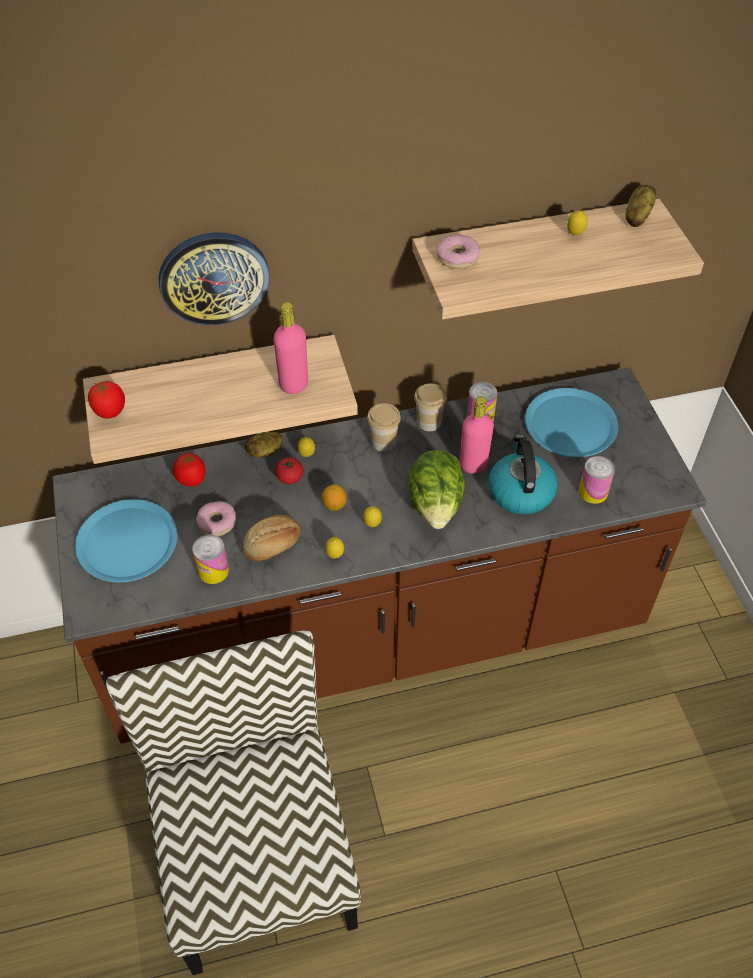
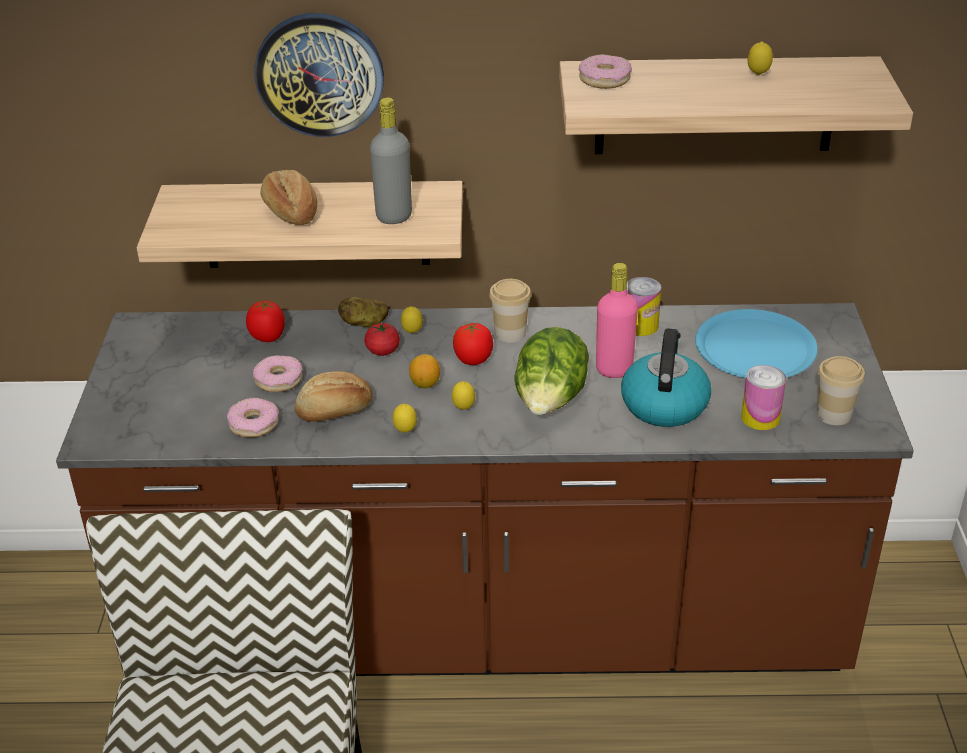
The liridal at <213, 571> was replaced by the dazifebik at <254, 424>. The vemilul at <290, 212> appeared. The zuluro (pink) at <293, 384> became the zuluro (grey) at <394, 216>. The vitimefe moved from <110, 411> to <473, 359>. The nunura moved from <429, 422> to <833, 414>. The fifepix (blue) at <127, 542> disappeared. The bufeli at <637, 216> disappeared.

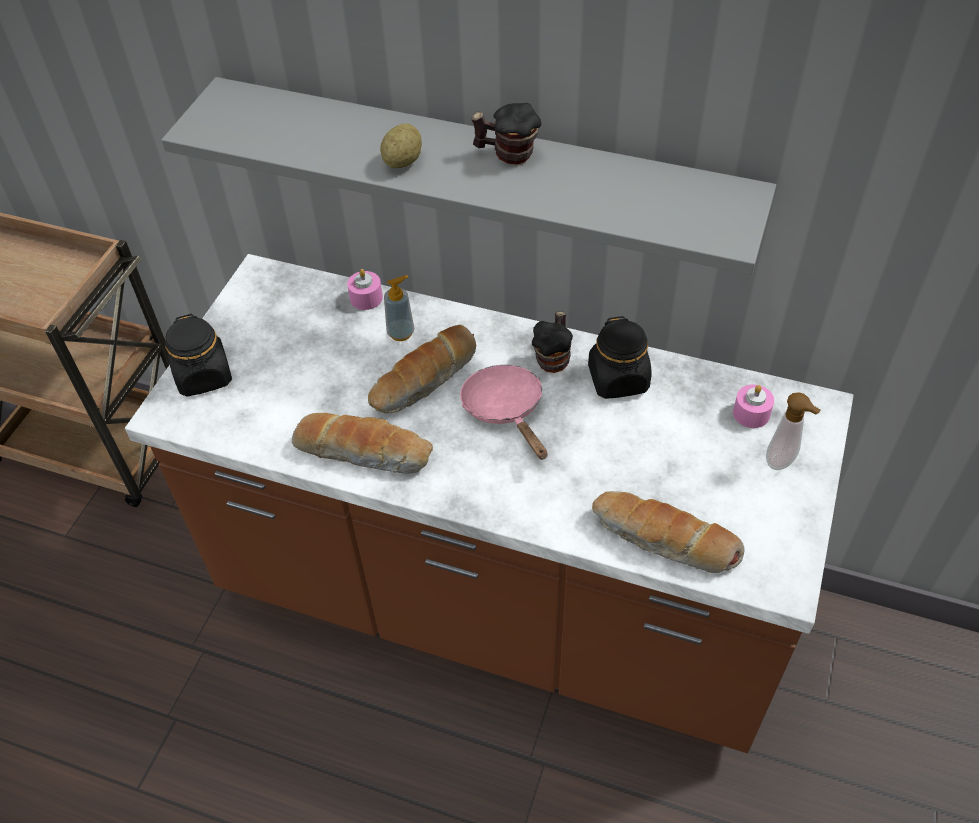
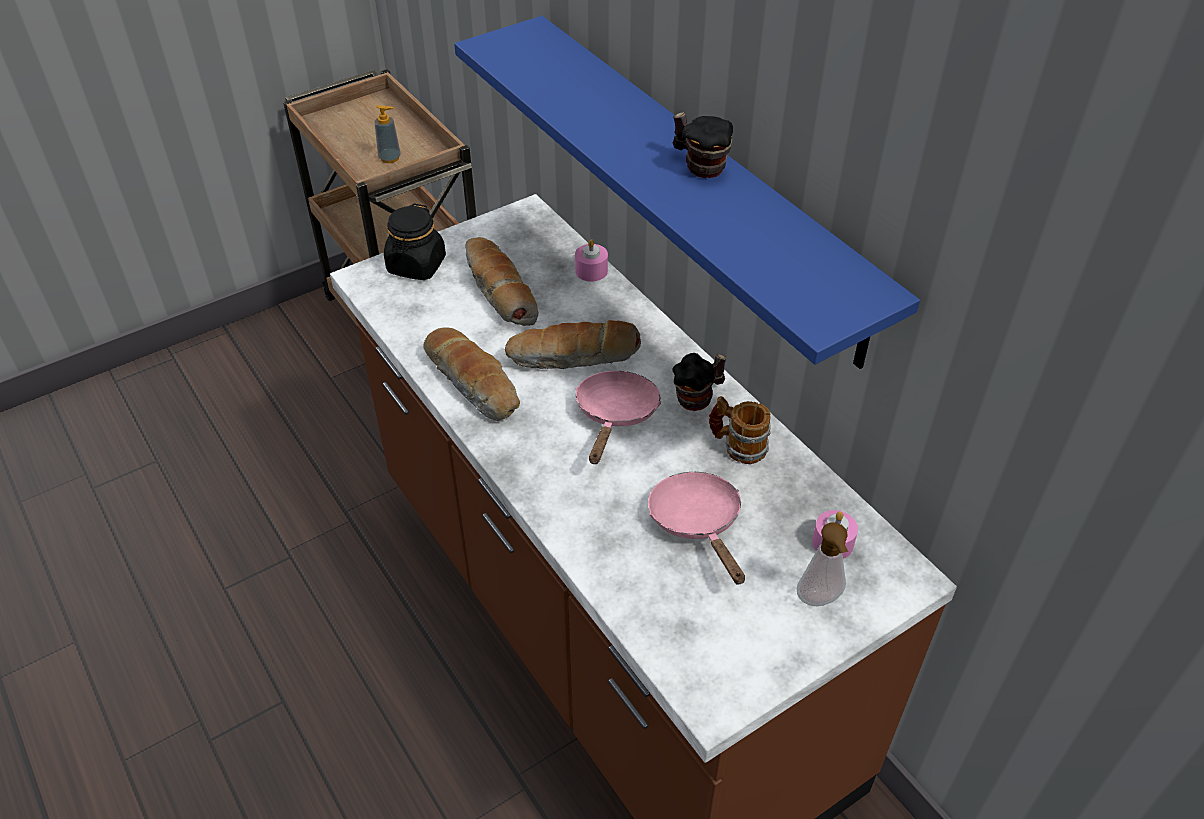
The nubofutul moved from <401, 333> to <390, 158>. The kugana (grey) at <480, 171> became the kugana (blue) at <698, 183>. The vemilul moved from <664, 541> to <498, 291>. The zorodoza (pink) at <698, 523> appeared. The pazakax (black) at <618, 379> was replaced by the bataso at <737, 445>. The bufeli at <403, 161> disappeared.

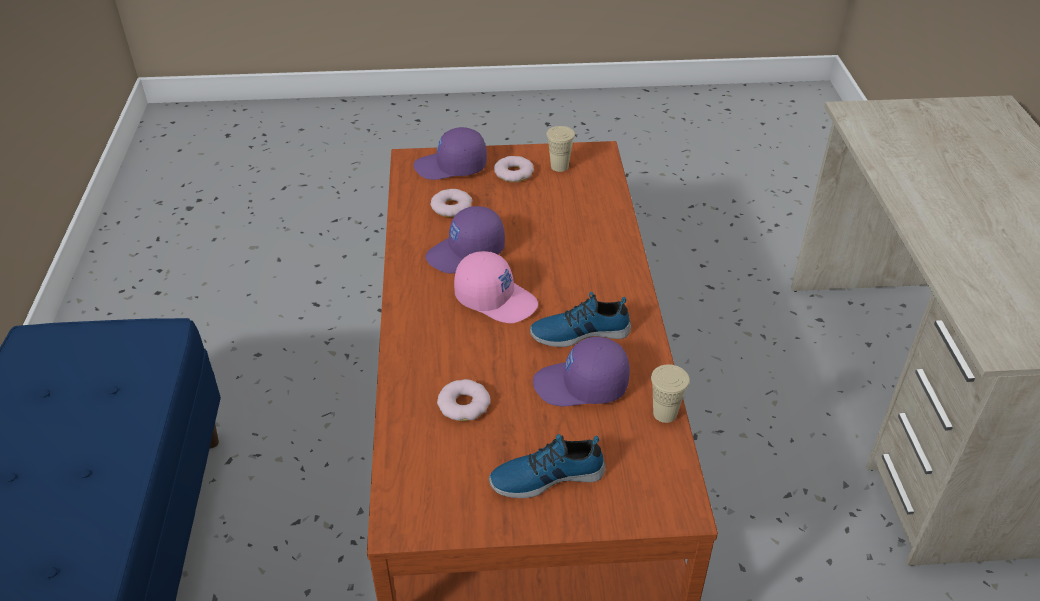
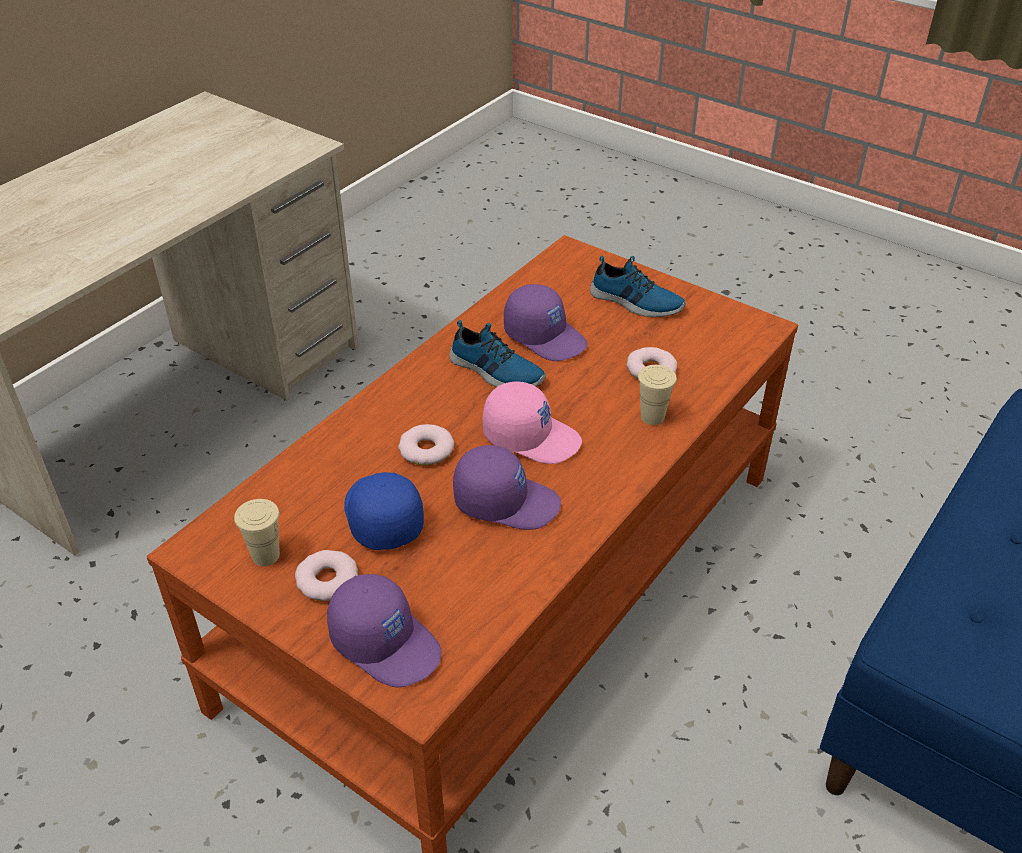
The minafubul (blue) at <381, 517> appeared. The dazifebik moved from <451, 207> to <426, 450>. The minafubul (pink) at <496, 299> turned 135 degrees clockwise. The nunura (beige) moved from <665, 413> to <652, 417>.

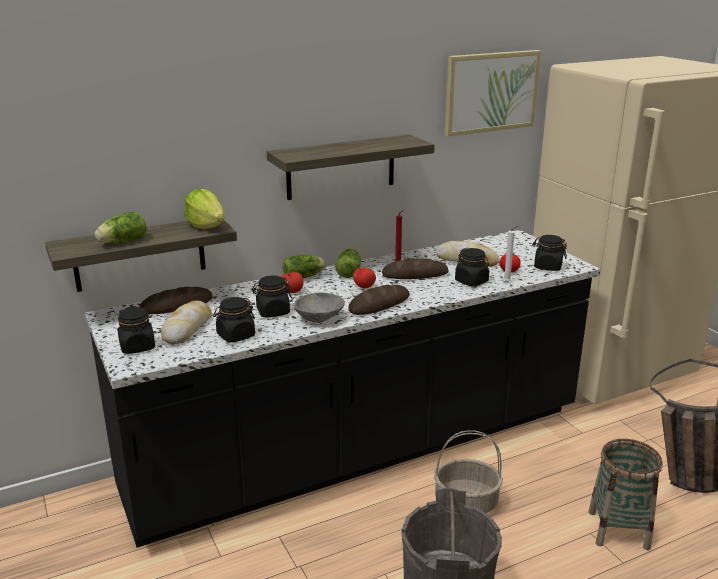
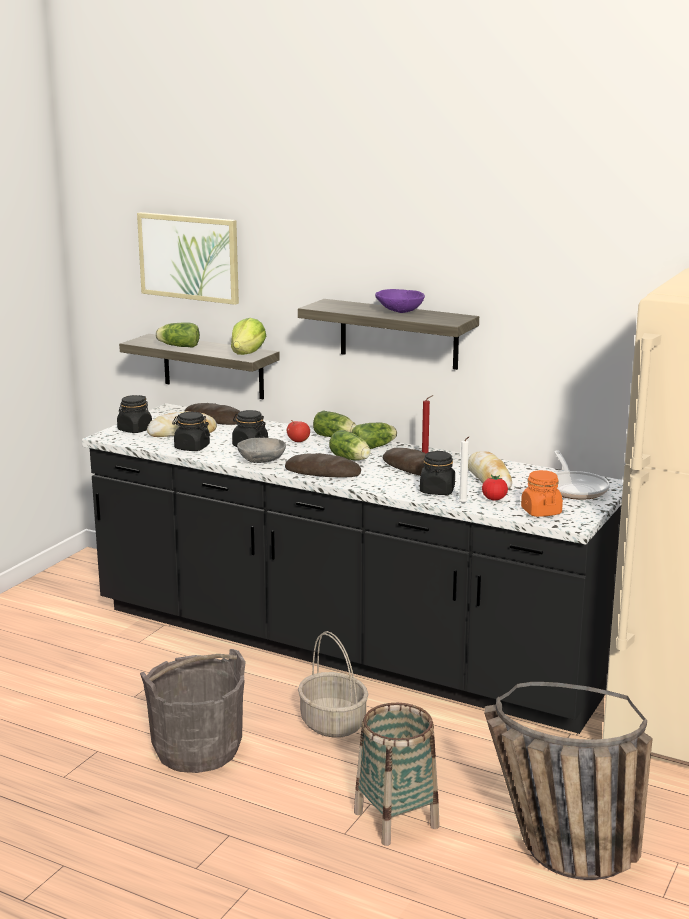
The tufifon moved from <490, 92> to <189, 257>. The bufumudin at <364, 287> was replaced by the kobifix at <351, 459>. The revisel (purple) at <399, 312> appeared. The pazakax (black) at <547, 267> became the pazakax (orange) at <541, 512>. The zorodoza at <575, 488> appeared.

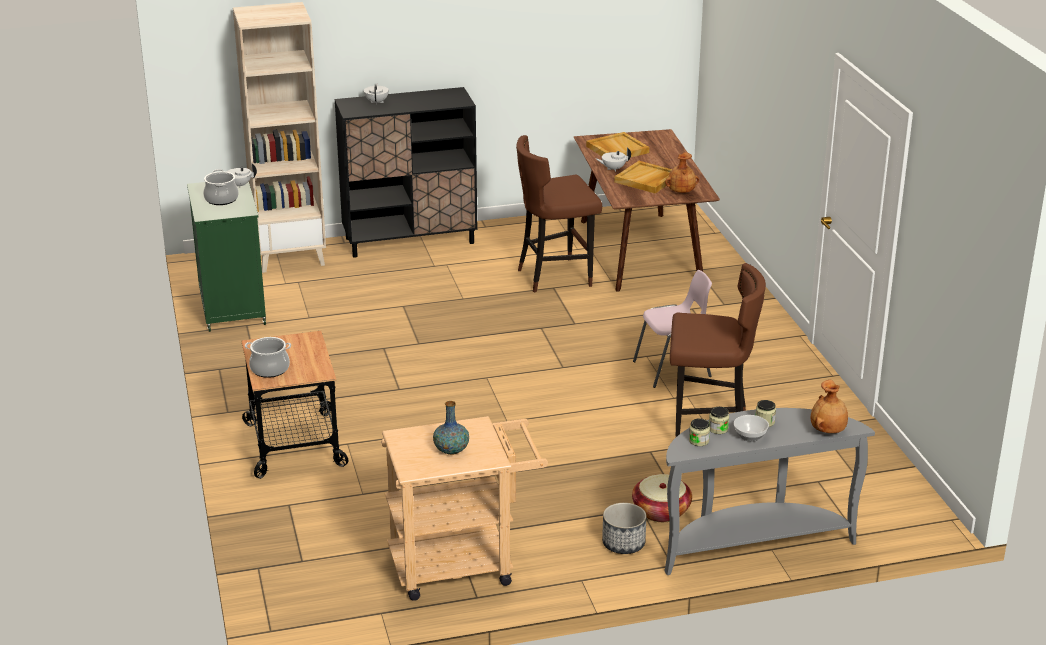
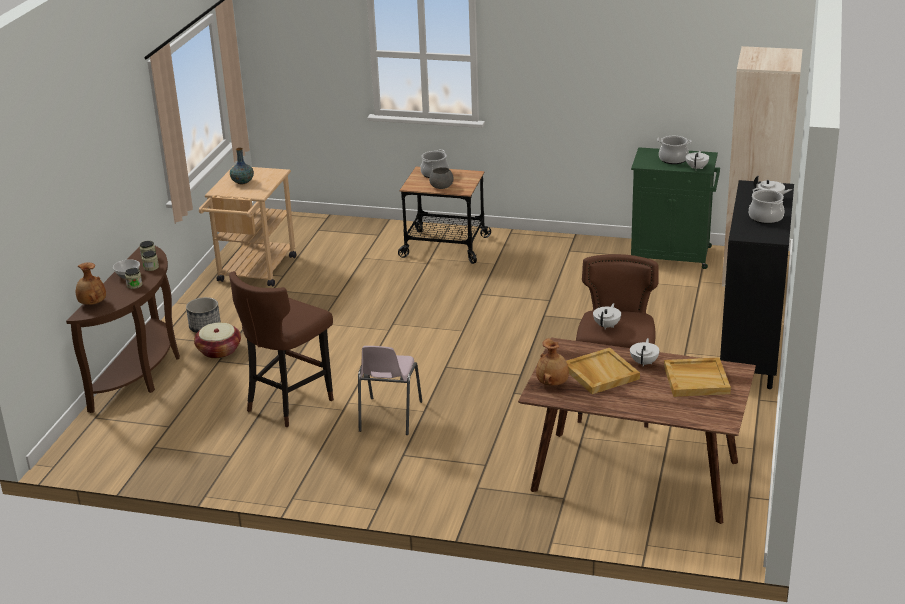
The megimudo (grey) at <752, 544> became the megimudo (brown) at <143, 372>. The revisel (grey) at <442, 186> appeared. The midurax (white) at <607, 326> appeared. The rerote at <766, 217> appeared.

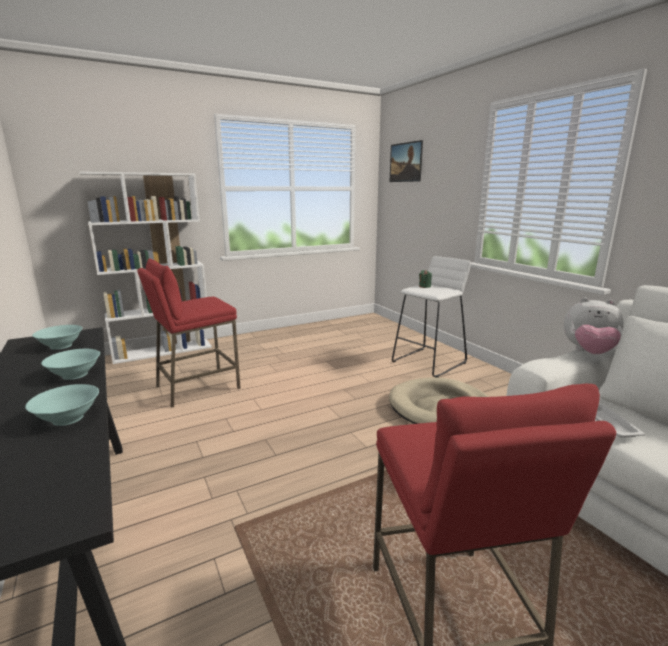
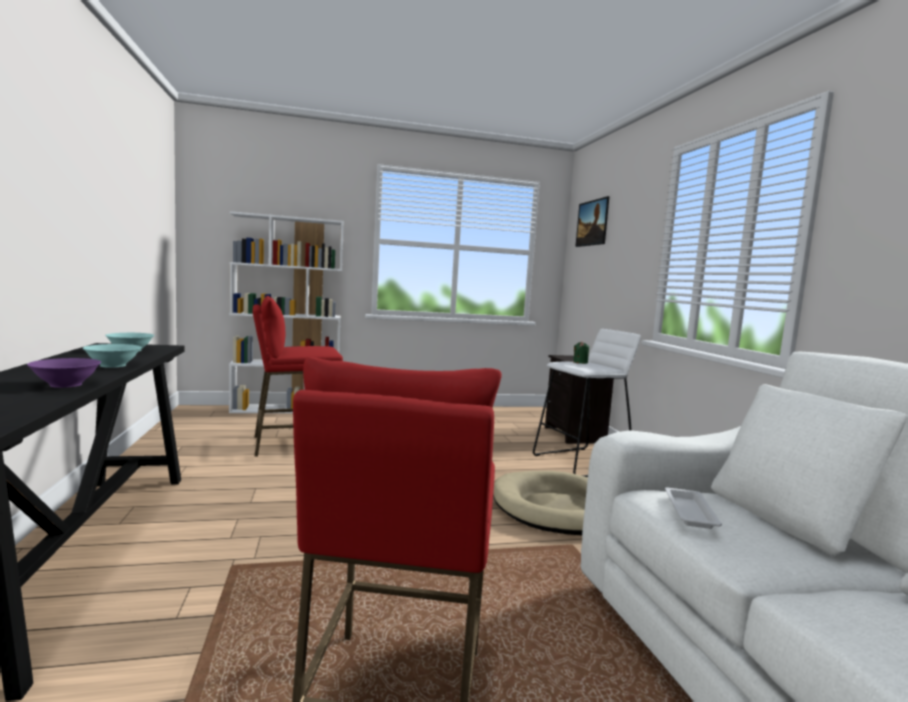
The revisel (turquoise) at <67, 418> became the revisel (purple) at <65, 384>. The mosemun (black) at <576, 435> appeared. The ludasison at <589, 353> disappeared.

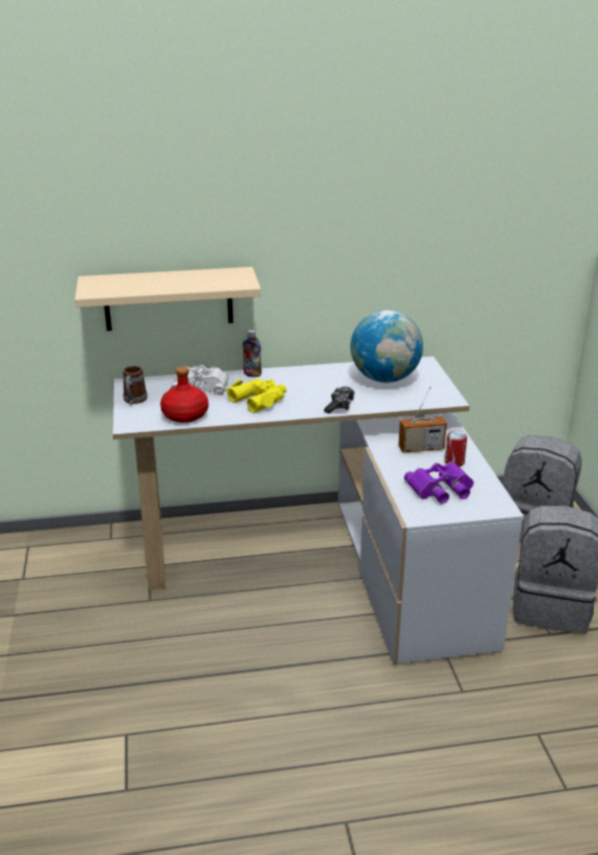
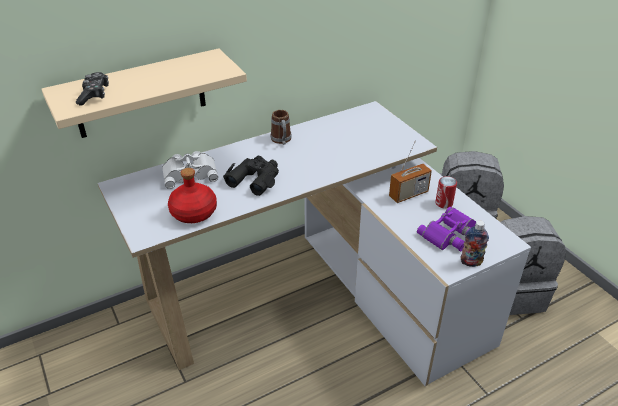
The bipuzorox moved from <339, 406> to <94, 95>. The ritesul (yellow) at <259, 400> became the ritesul (black) at <255, 179>. The bataso moved from <134, 401> to <282, 140>. The zuluro moved from <252, 374> to <471, 262>. The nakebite at <385, 379> disappeared.

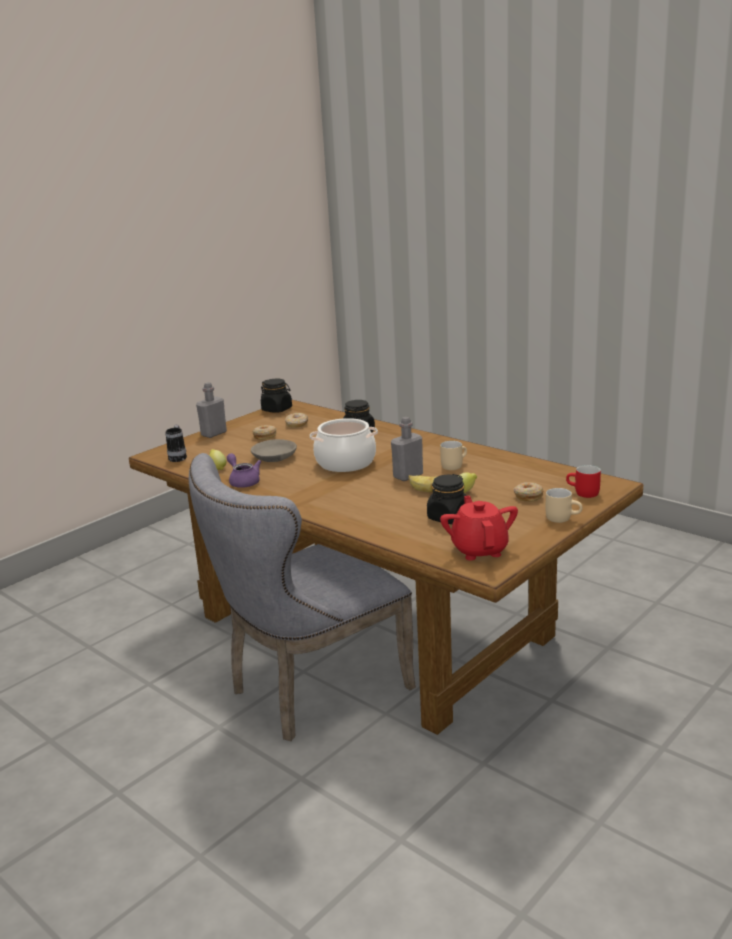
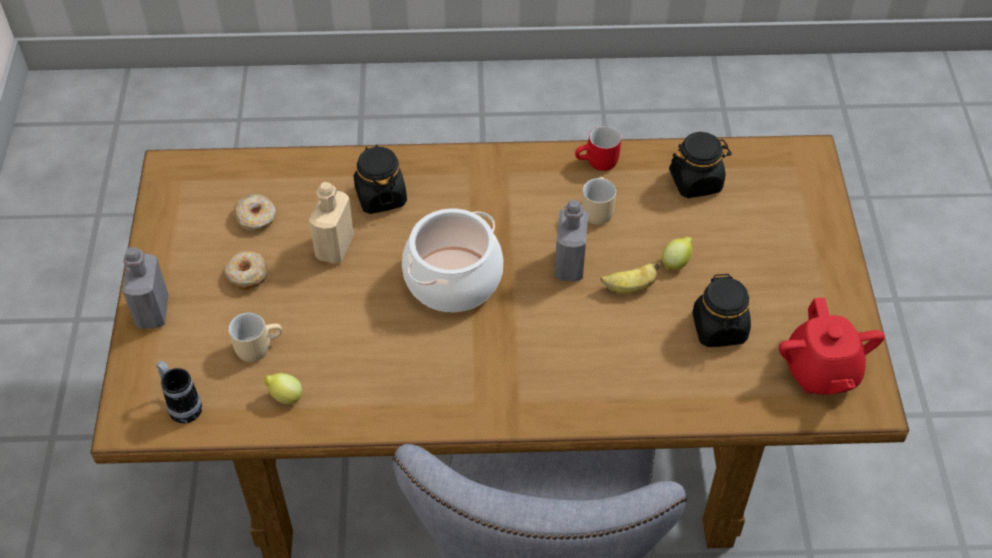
The bataso (beige) moved from <562, 518> to <257, 346>. The zuluro (beige) at <335, 247> appeared. The bataso (red) moved from <582, 493> to <598, 163>. The pazakax (black) moved from <277, 409> to <696, 181>. The midurax (red) at <479, 550> turned 135 degrees counterclockwise. The midurax (purple) at <243, 481> disappeared. The revisel (grey) at <274, 457> disappeared. The dazifebik at <528, 496> disappeared.

